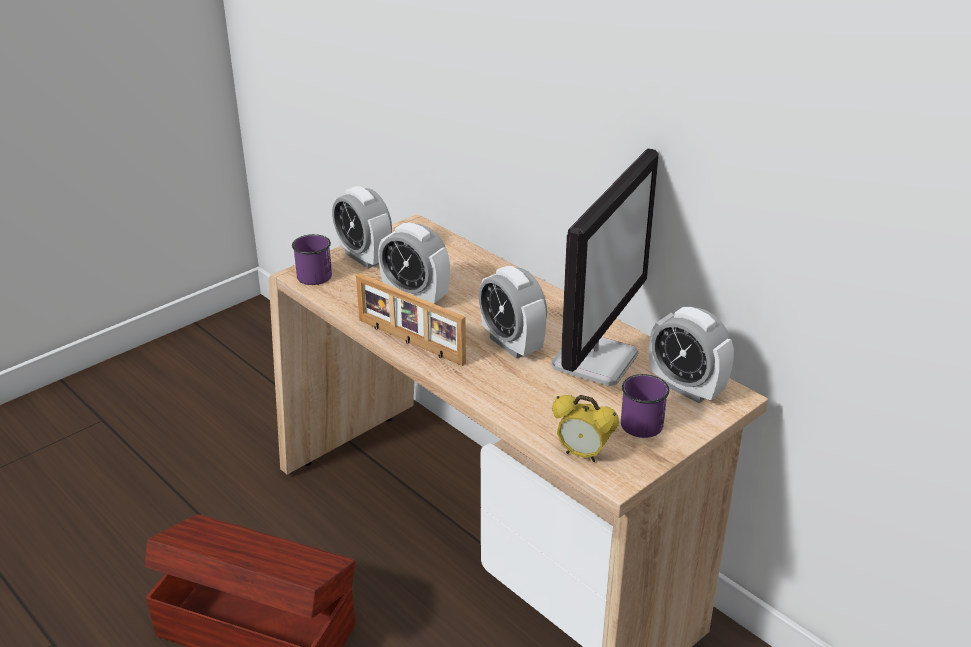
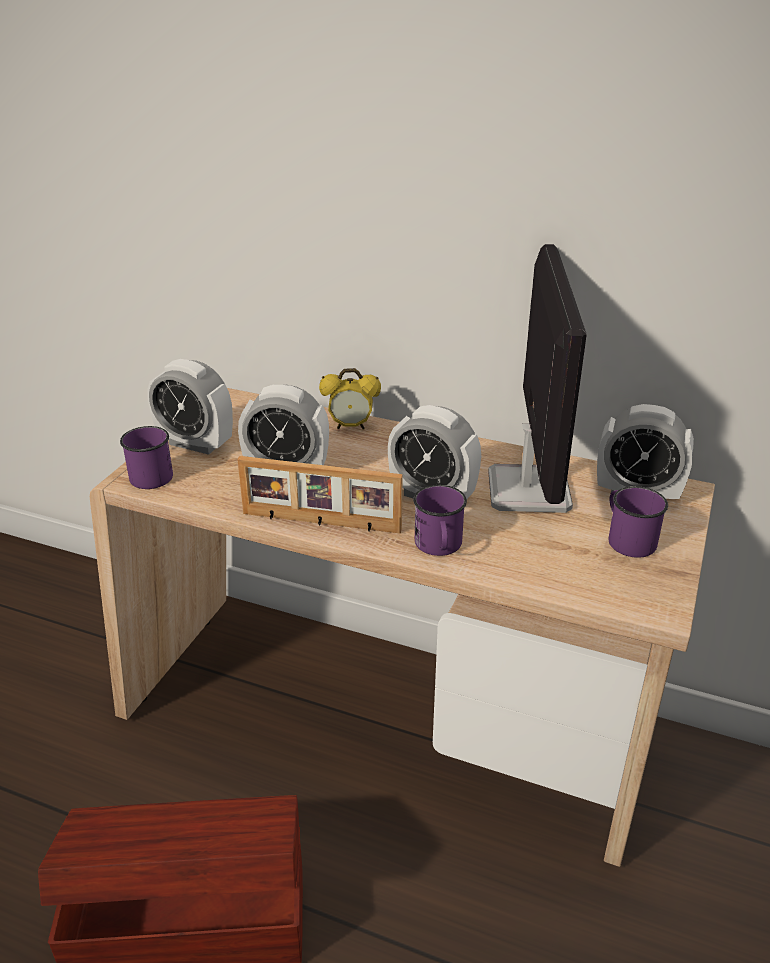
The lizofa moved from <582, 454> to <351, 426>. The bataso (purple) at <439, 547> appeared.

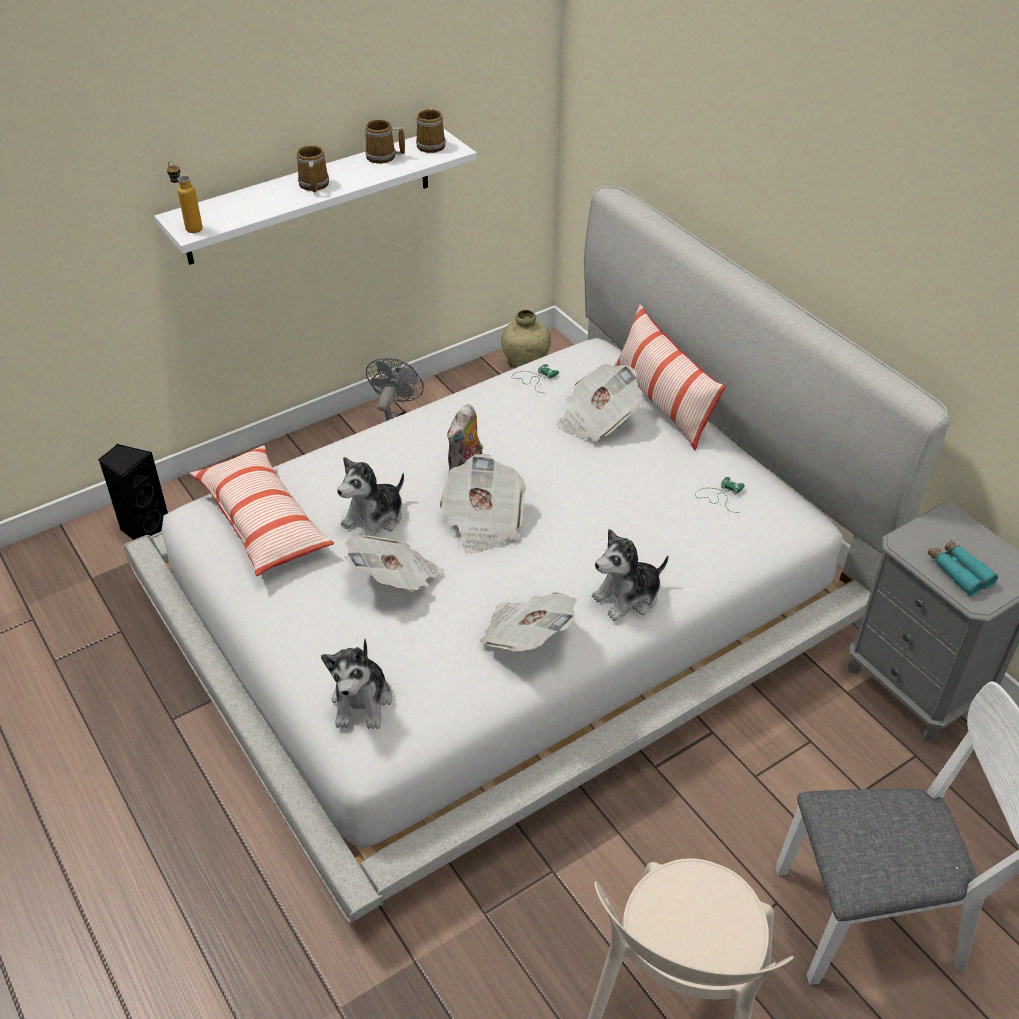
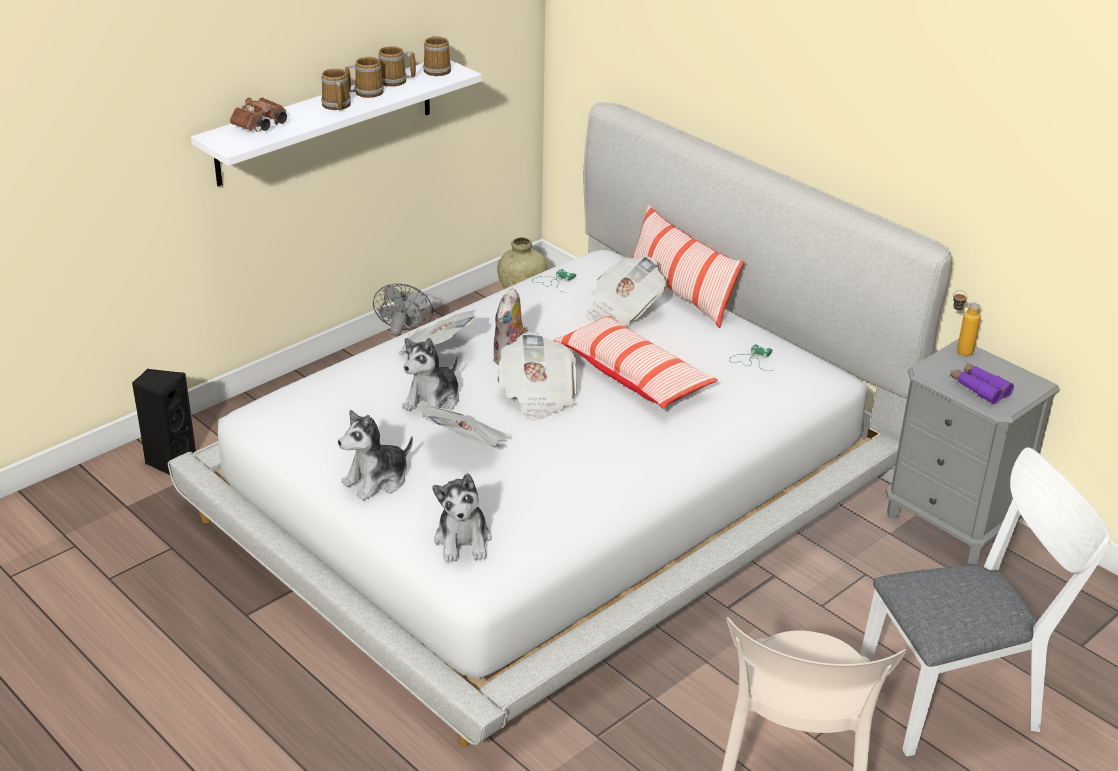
The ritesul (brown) at <259, 126> appeared. The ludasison moved from <628, 597> to <377, 480>. The bataso at <366, 92> appeared. The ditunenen moved from <527, 637> to <437, 349>. The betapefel moved from <263, 522> to <633, 375>. The ritesul (turquoise) at <958, 572> became the ritesul (purple) at <979, 388>. The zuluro moved from <190, 227> to <958, 350>.

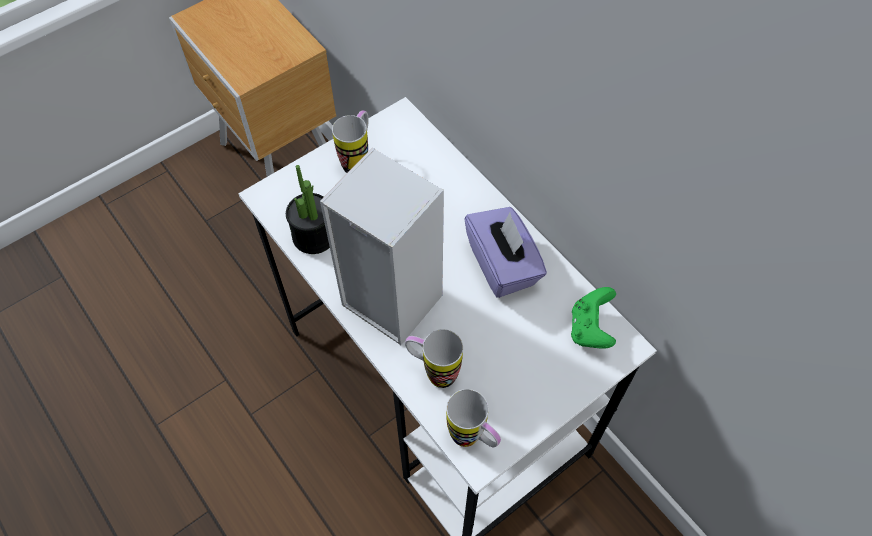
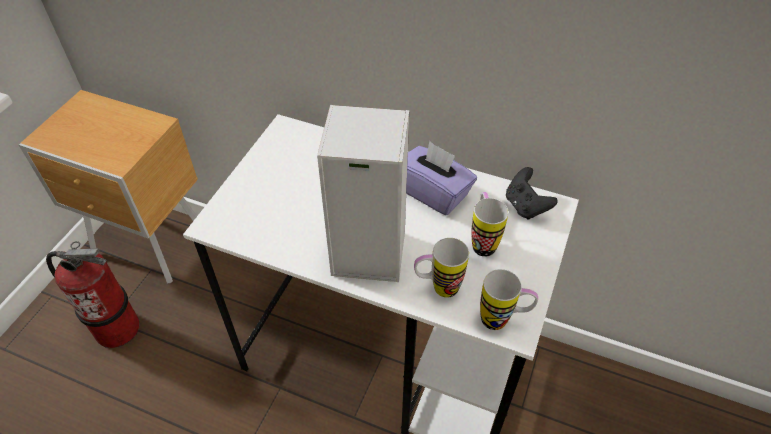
The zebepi at <117, 328> appeared. The bataso moved from <358, 159> to <482, 241>. The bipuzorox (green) at <590, 328> became the bipuzorox (black) at <525, 206>. The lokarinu at <314, 236> disappeared.

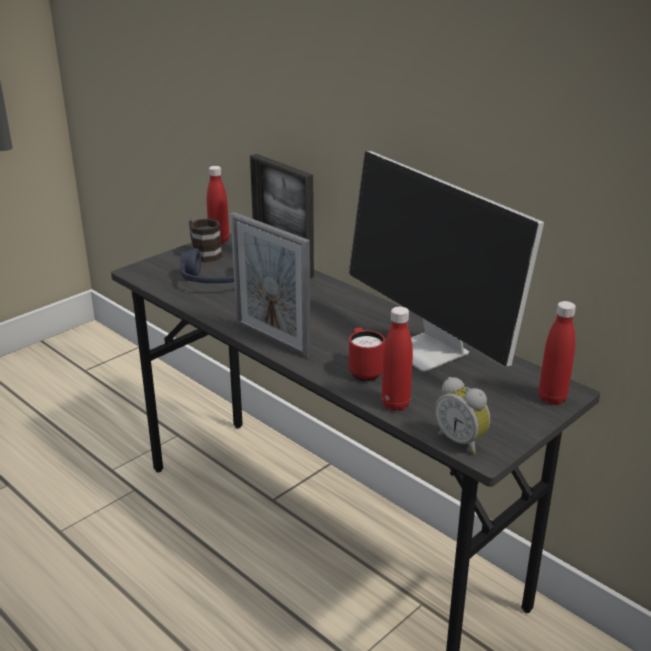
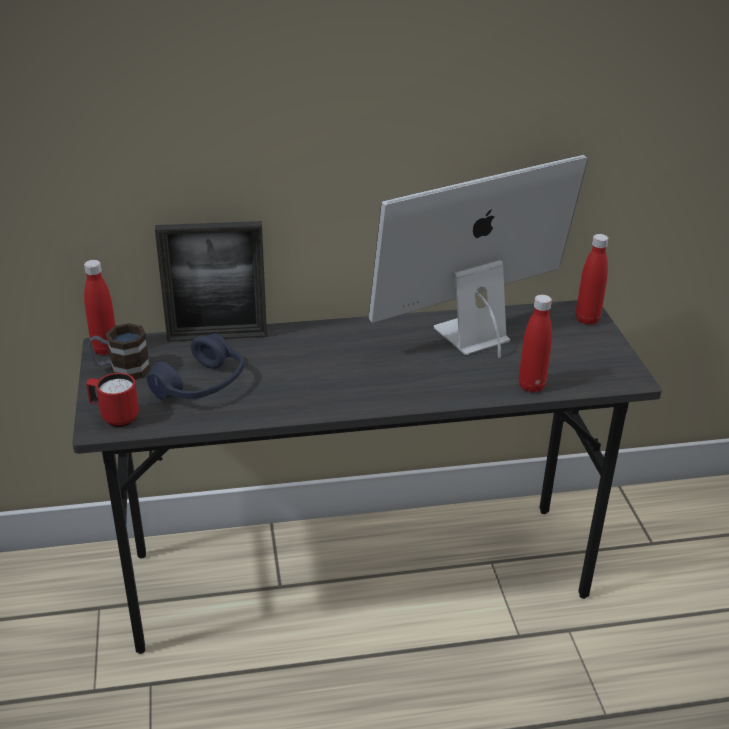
The bataso (red) moved from <364, 371> to <115, 417>. The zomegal at <431, 352> turned 150 degrees clockwise. The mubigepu at <272, 339> disappeared. The lizofa at <461, 441> disappeared.

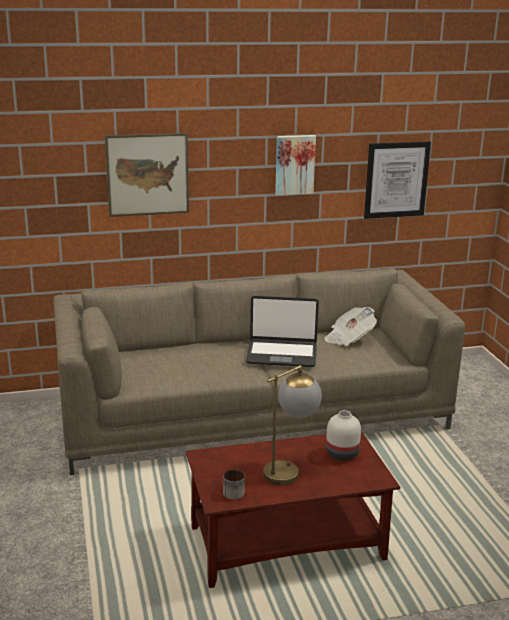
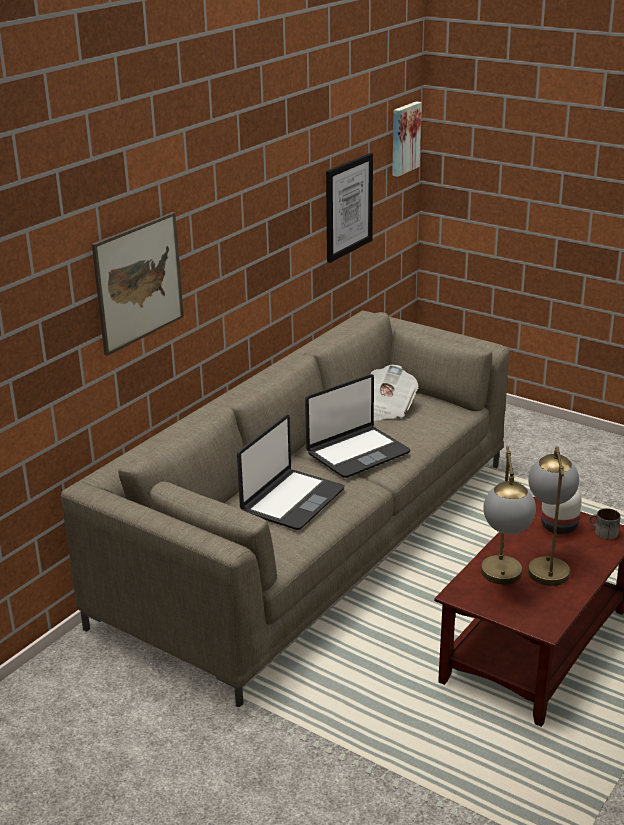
The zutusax at <291, 500> appeared. The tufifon moved from <294, 164> to <404, 138>. The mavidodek at <503, 581> appeared. The bataso moved from <232, 491> to <602, 532>.

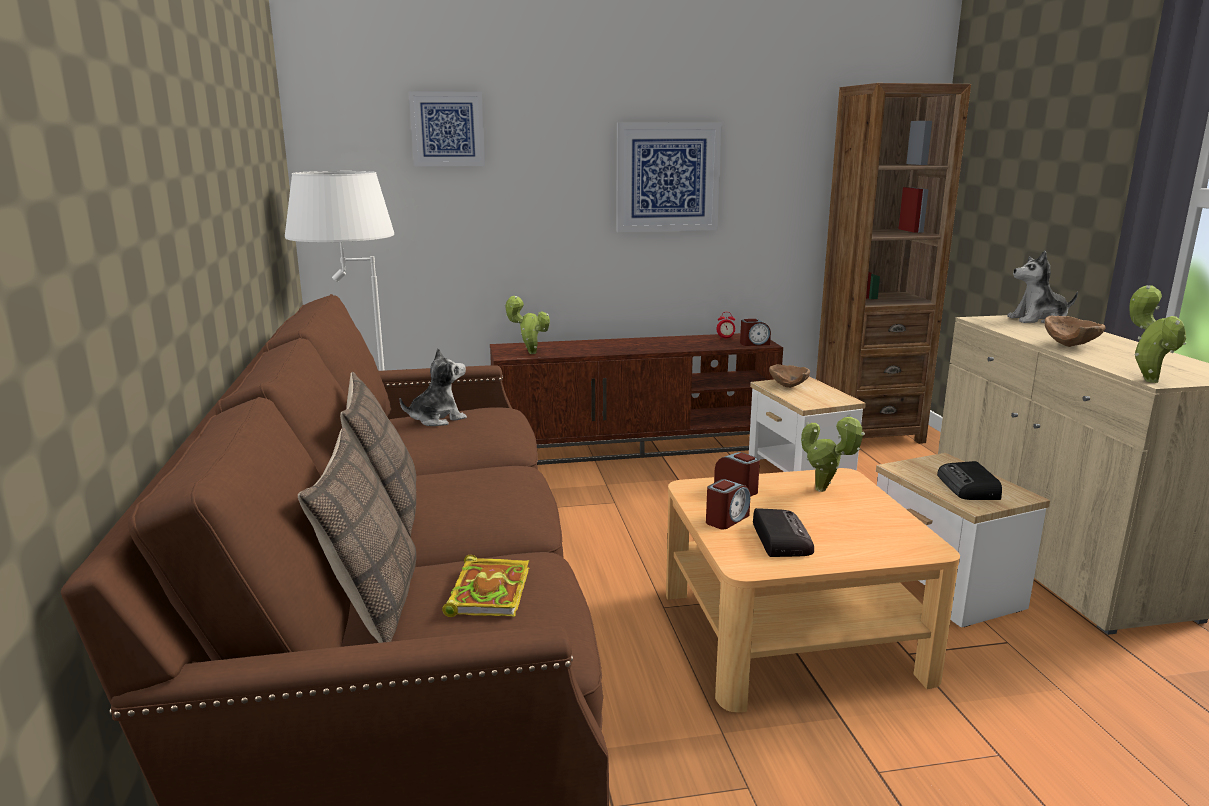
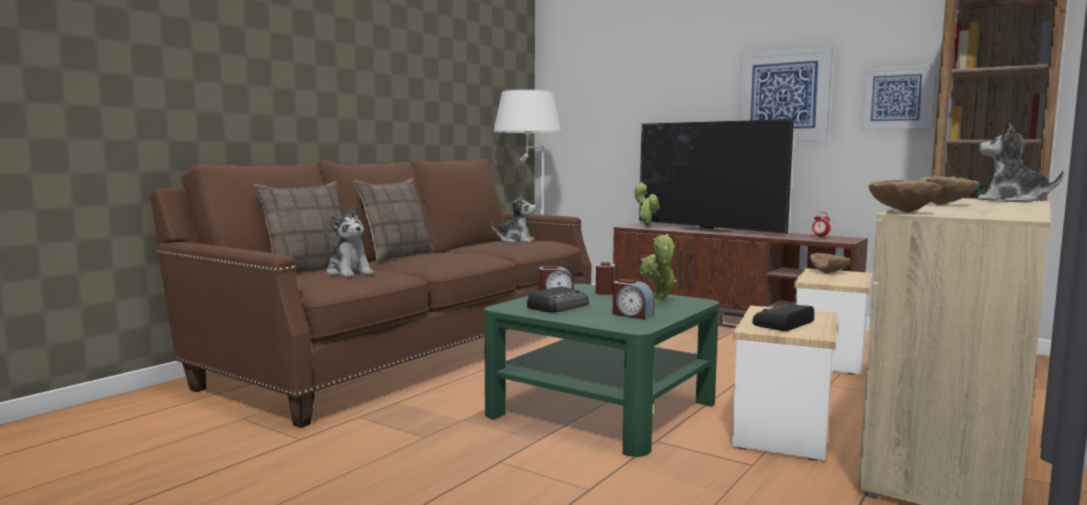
The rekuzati at <488, 591> was replaced by the ludasison at <349, 273>. The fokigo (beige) at <790, 632> became the fokigo (green) at <602, 408>. The lizofa moved from <754, 344> to <632, 315>. The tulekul at <707, 229> appeared. The tufifon moved from <447, 129> to <896, 97>. The lokarinu at <1147, 379> was replaced by the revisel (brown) at <899, 212>.

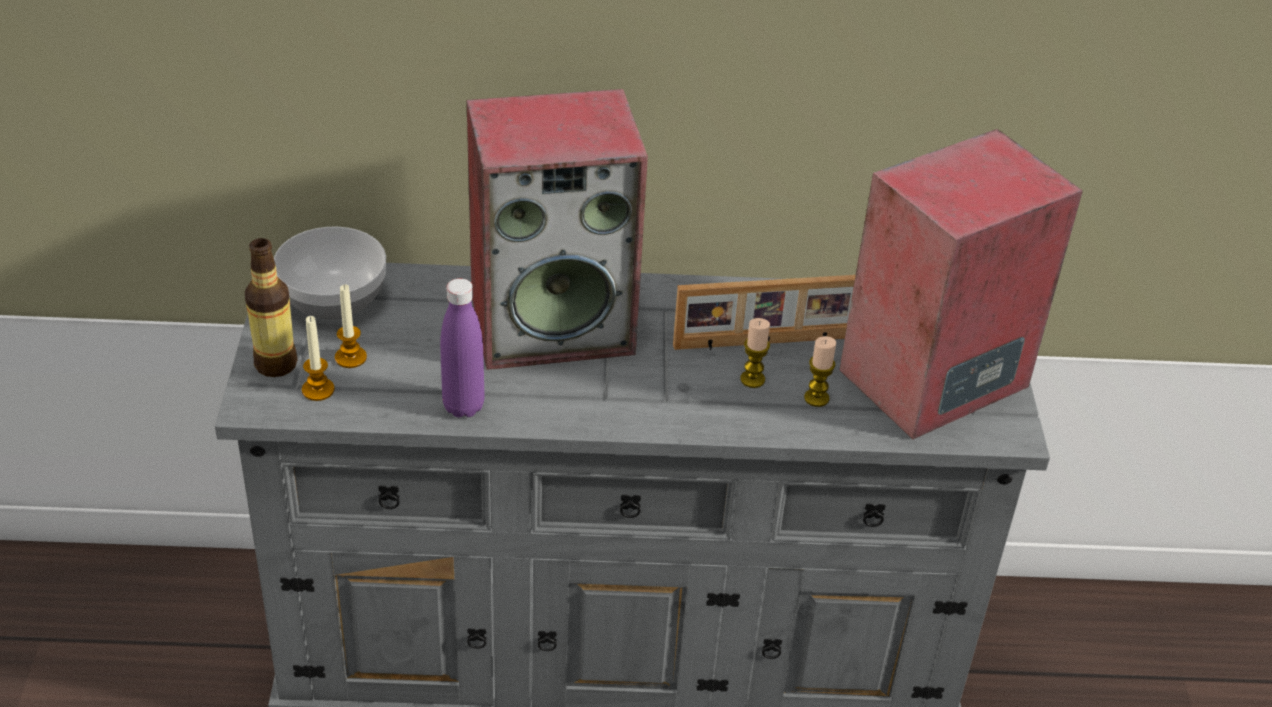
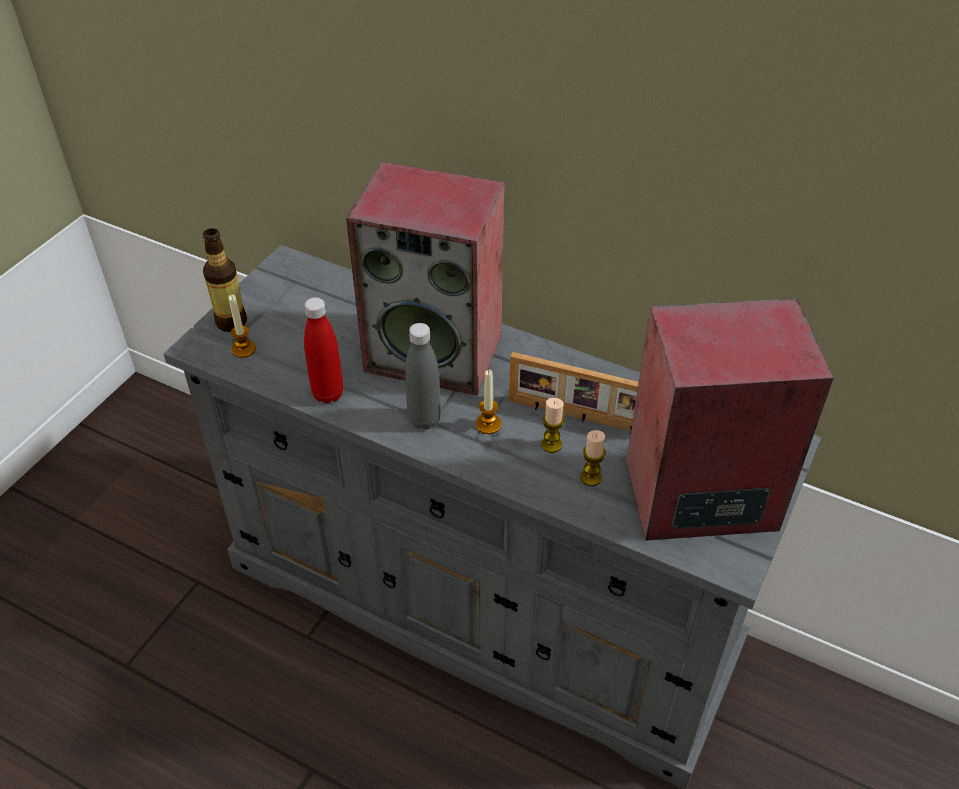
The zuluro (purple) at <463, 406> became the zuluro (red) at <328, 394>. The zuluro (grey) at <424, 420> appeared. The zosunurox moved from <350, 357> to <488, 424>. The revisel at <333, 301> disappeared.

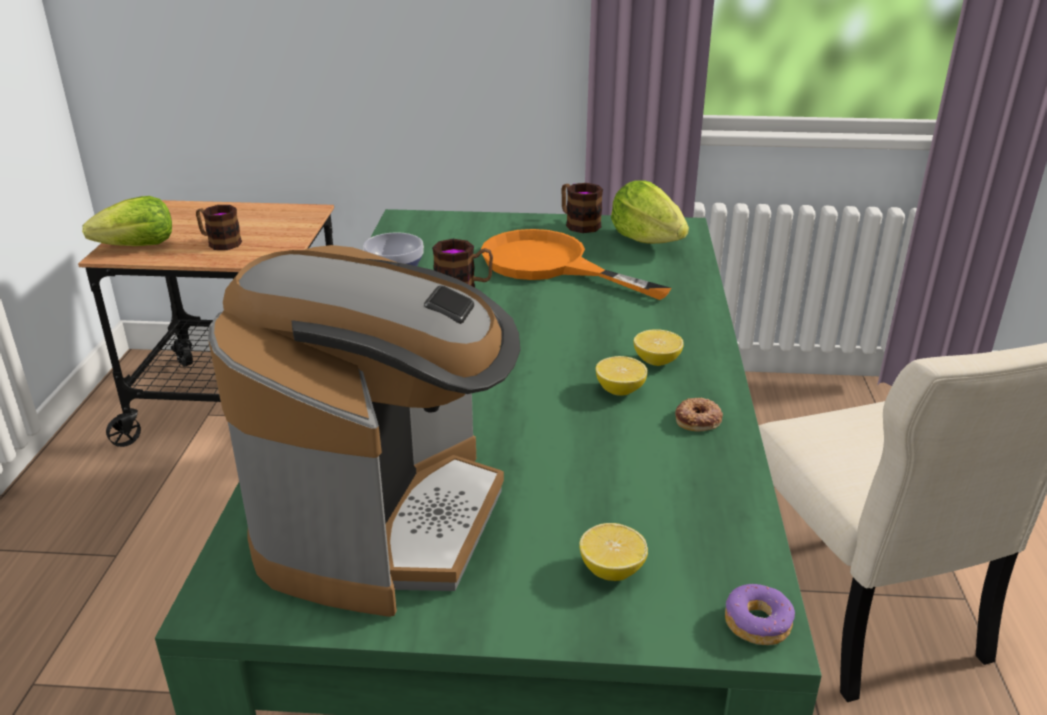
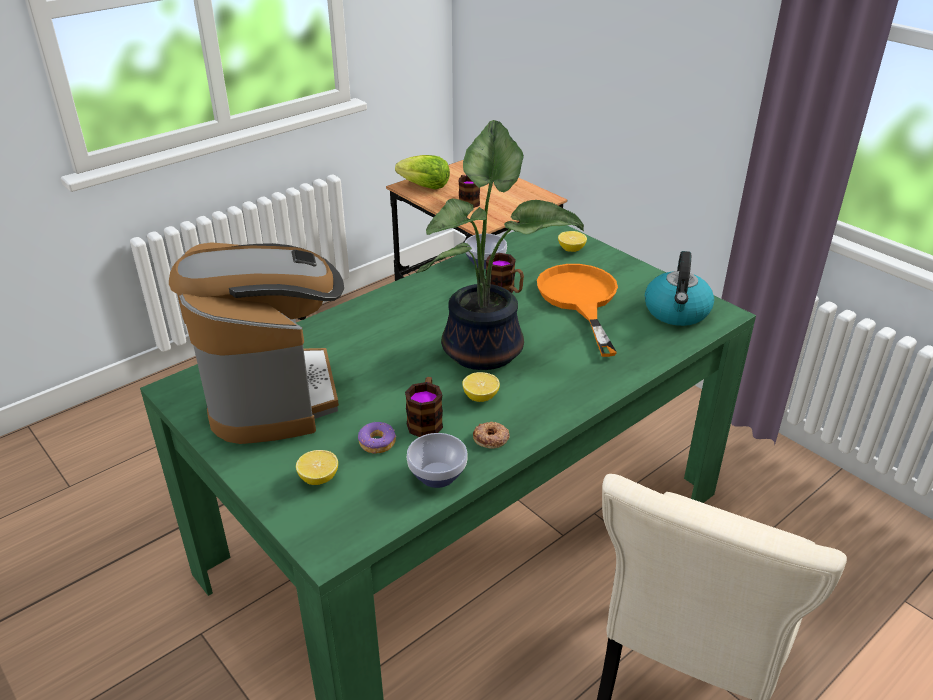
The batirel at <385, 520> turned 75 degrees counterclockwise. The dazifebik moved from <758, 623> to <377, 443>. The bataso moved from <578, 224> to <426, 420>. The revisel at <437, 474> appeared. The lokarinu at <487, 348> appeared. The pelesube moved from <657, 361> to <571, 249>. The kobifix at <647, 240> was replaced by the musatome at <677, 312>.

